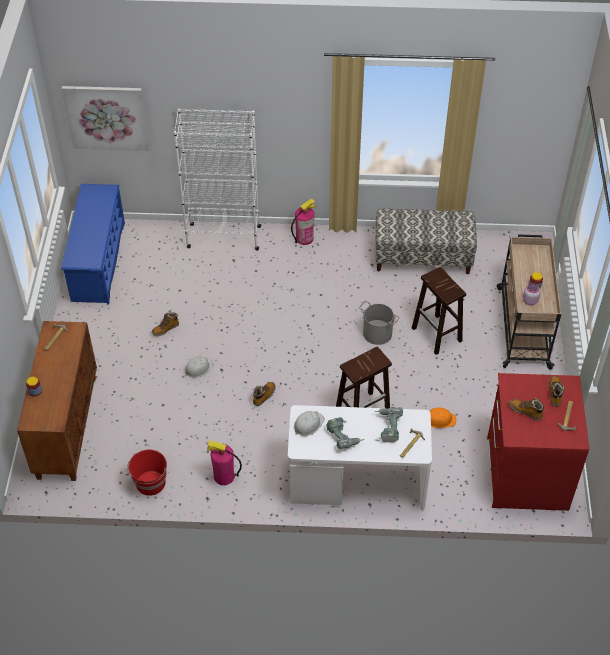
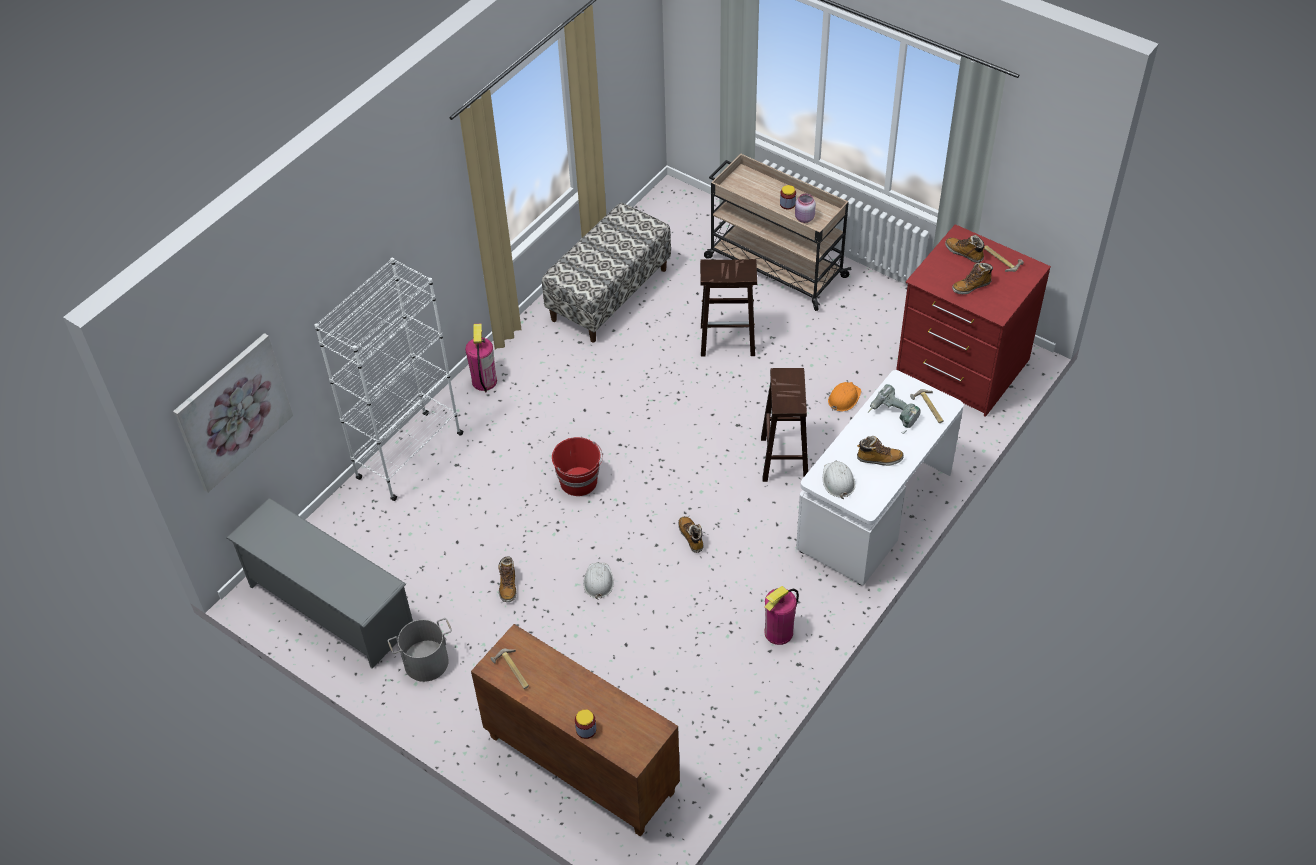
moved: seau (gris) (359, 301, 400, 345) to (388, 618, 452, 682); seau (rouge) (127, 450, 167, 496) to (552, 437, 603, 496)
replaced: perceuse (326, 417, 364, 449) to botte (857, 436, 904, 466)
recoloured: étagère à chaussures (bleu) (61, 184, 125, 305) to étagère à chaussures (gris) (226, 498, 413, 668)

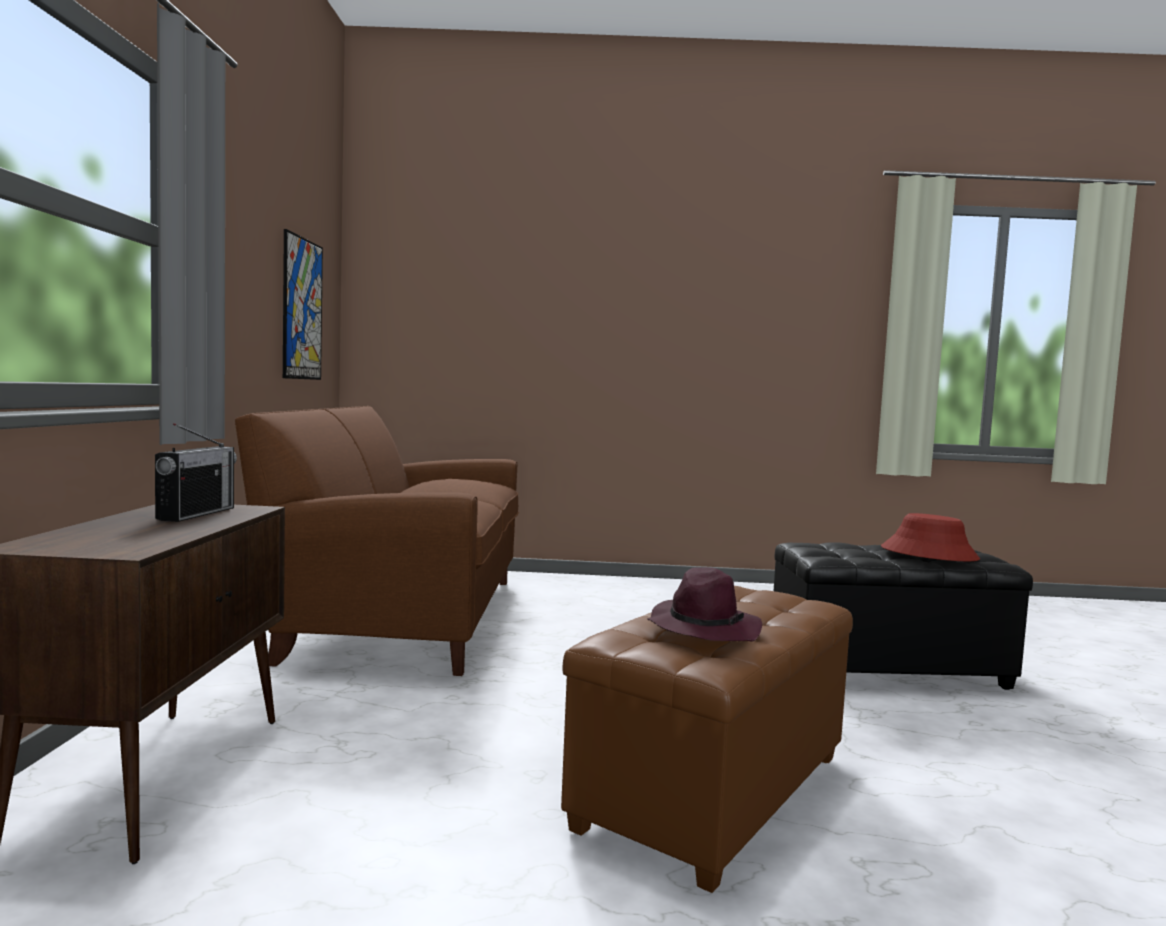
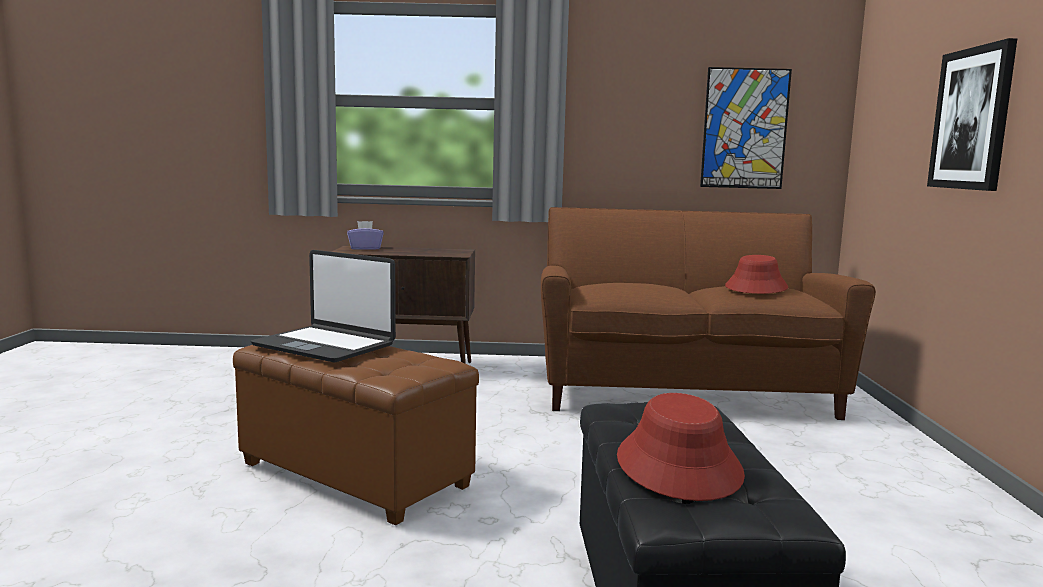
removed: radio (155, 423, 237, 522)
added: boîte à mouchoirs (violet) (347, 221, 384, 250); chapeau (rouge) (725, 255, 788, 294); tableau (927, 38, 1017, 191)
replaced: chapeau (violet) (647, 567, 762, 641) to ordinateur portable (251, 250, 396, 363)

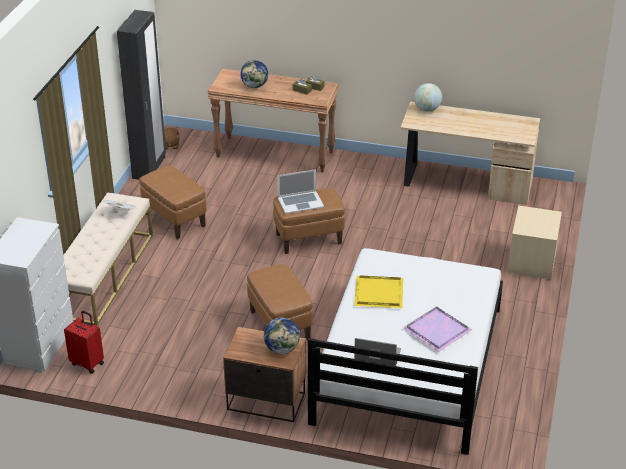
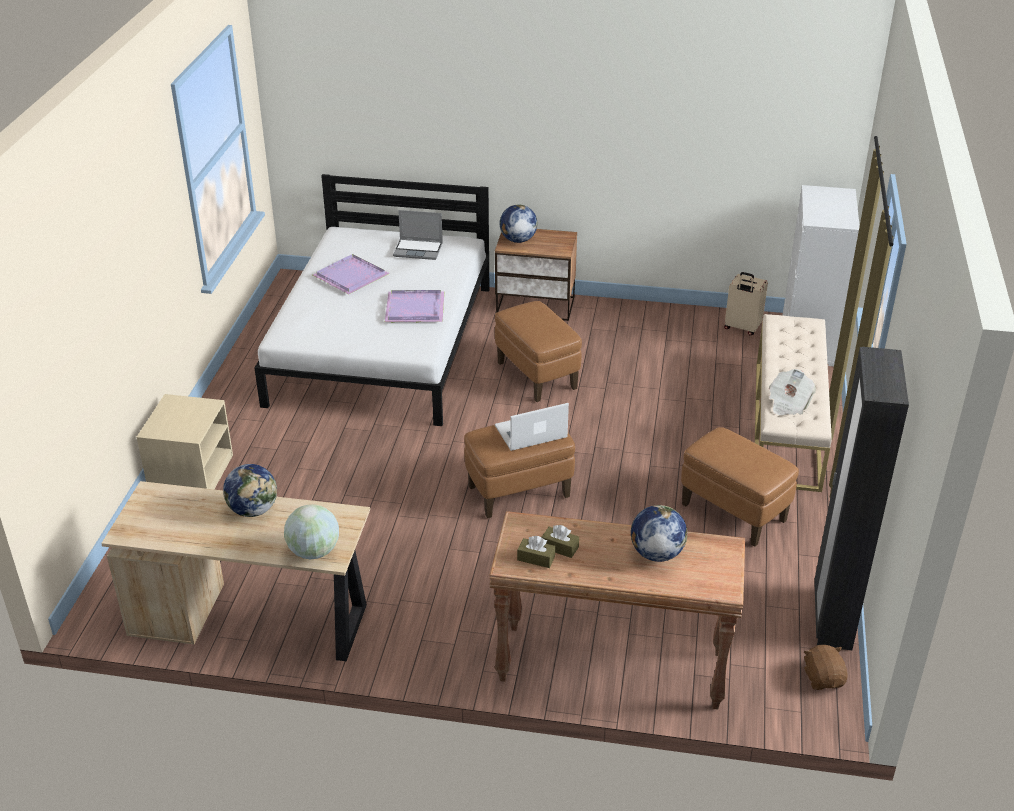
added: globe (223, 464, 277, 517)
recoloured: plateau (jaune) (354, 275, 403, 308) to plateau (violet) (385, 290, 444, 322); valise (rouge) (64, 311, 104, 374) to valise (beige) (724, 272, 768, 335)

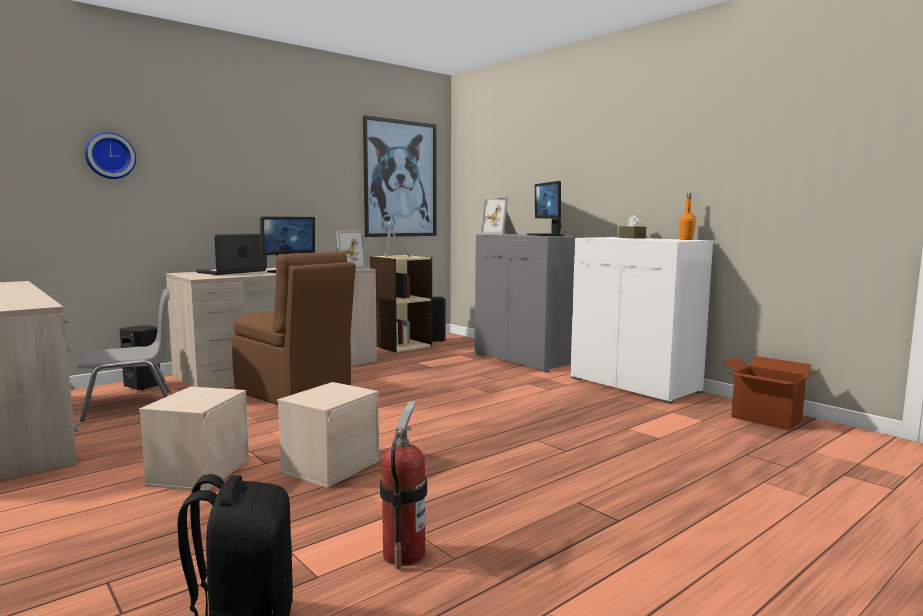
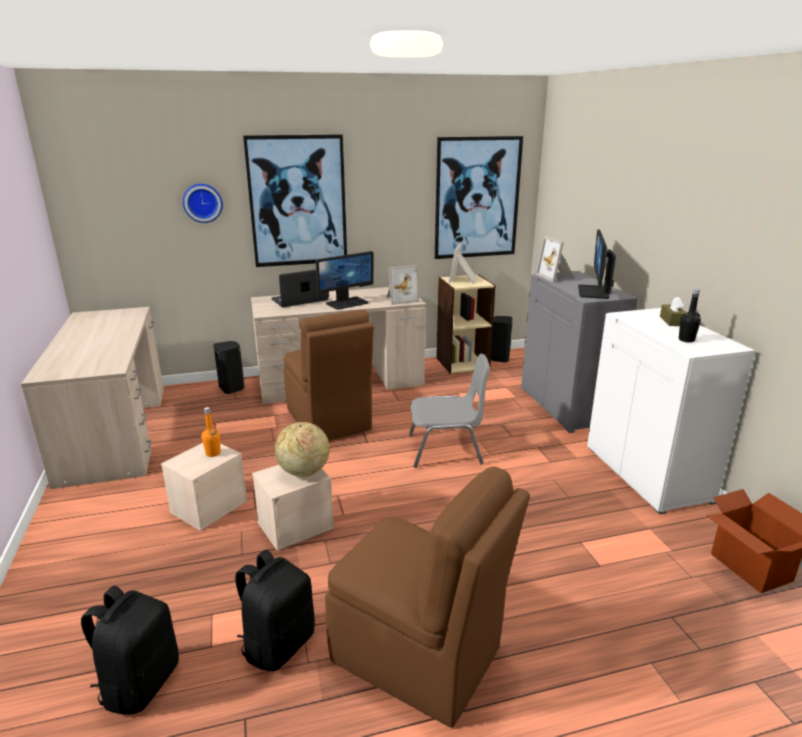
added: tableau (243, 134, 347, 267); globe (275, 422, 330, 477); chaise (marron) (325, 467, 530, 728); bouteille (noir) (679, 288, 701, 343)
moved: bouteille (orange) (679, 193, 696, 240) to (201, 407, 221, 457); chaise (gris) (78, 289, 170, 422) to (409, 353, 490, 468)
replaced: extincteur (380, 401, 427, 569) to sac à dos (noir) (235, 549, 315, 671)

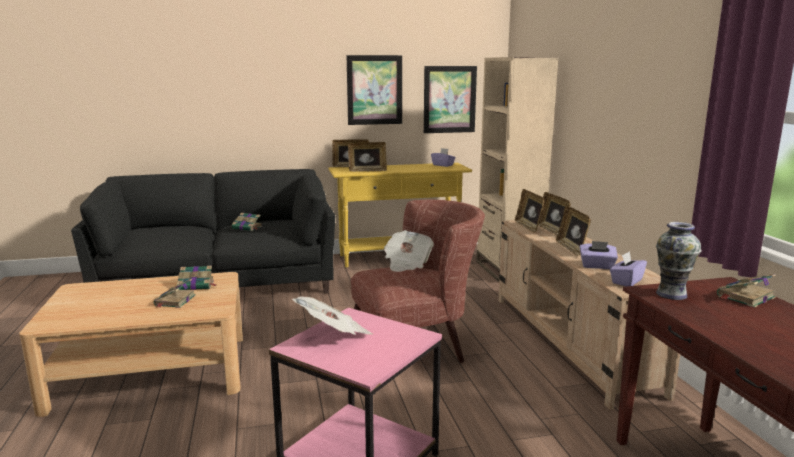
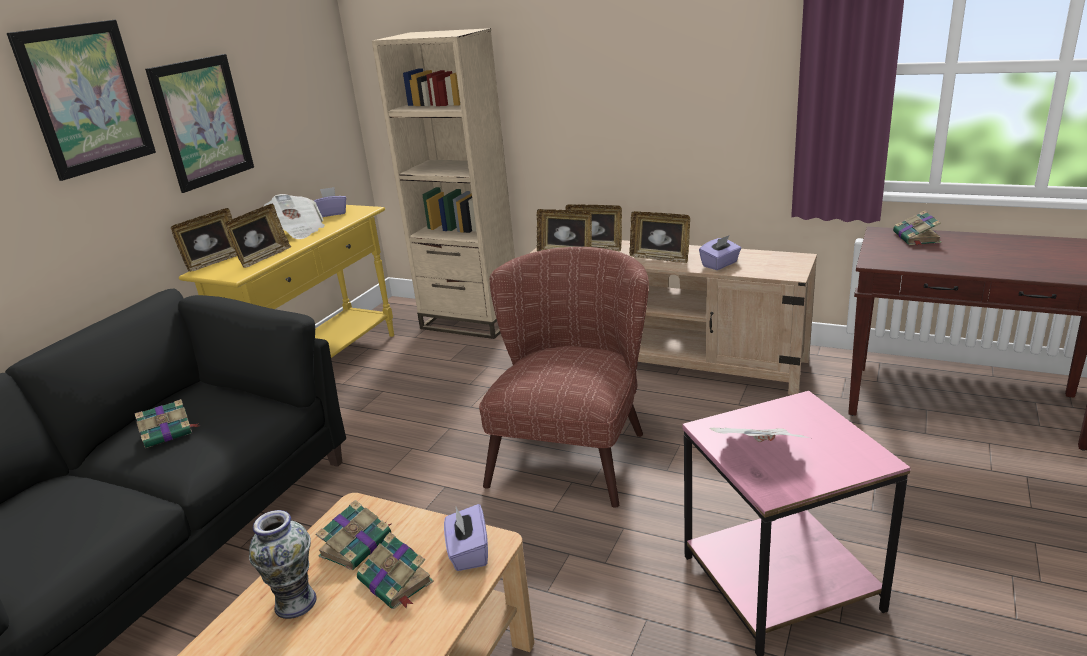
moved: tableau (424, 66, 477, 133) to (7, 19, 156, 181); vase (656, 222, 702, 300) to (249, 510, 317, 619); journal (384, 230, 434, 272) to (263, 194, 325, 239); boîte à mouchoirs (violet) (610, 251, 647, 286) to (444, 504, 488, 571)

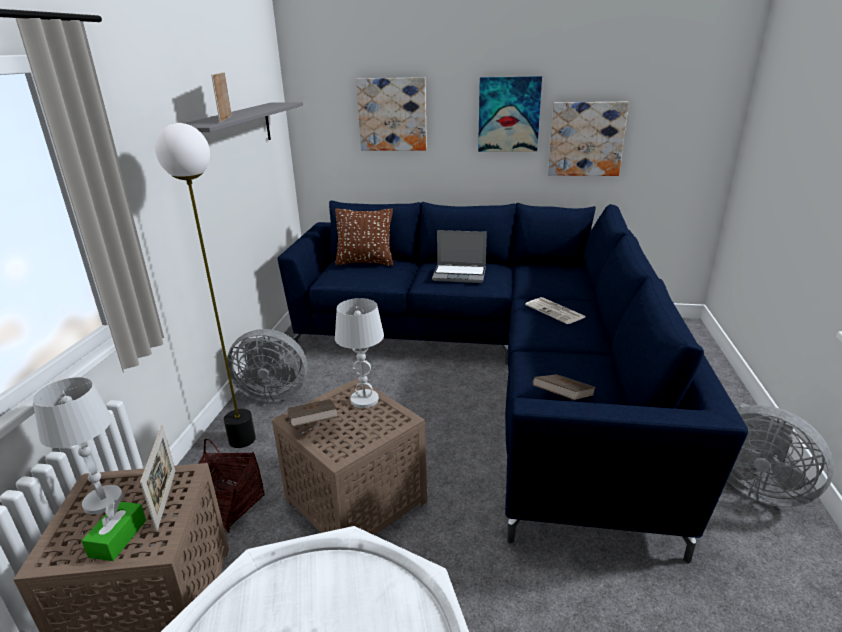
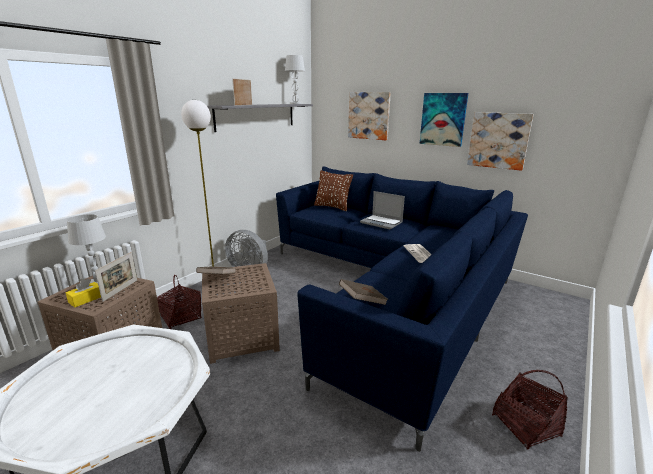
moved: lampe de table (blanc) (335, 298, 384, 408) to (285, 55, 305, 104)
replaced: ventilateur (gris) (727, 403, 834, 507) to panier (492, 370, 568, 450)
recoloured: boîte à mouchoirs (vert) (82, 500, 146, 561) to boîte à mouchoirs (jaune) (66, 279, 101, 307)

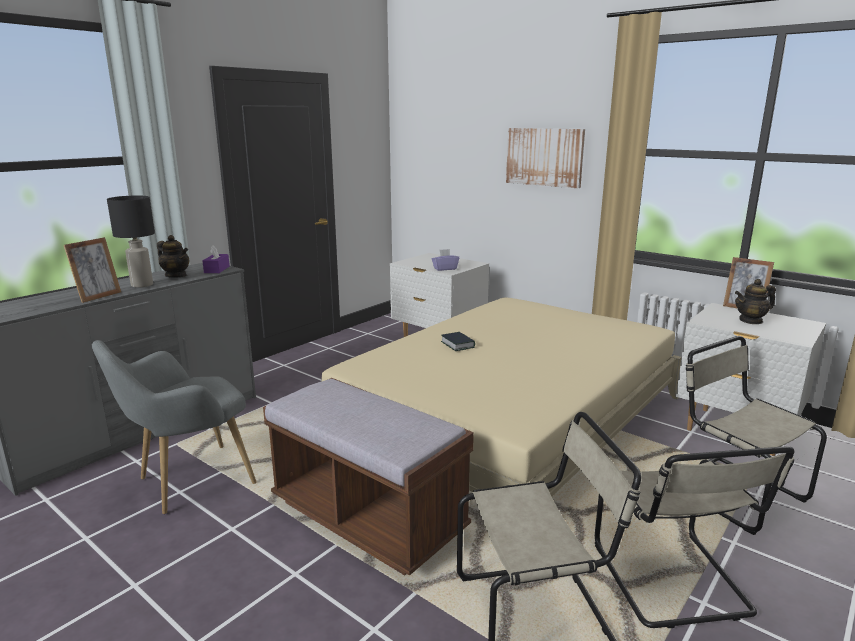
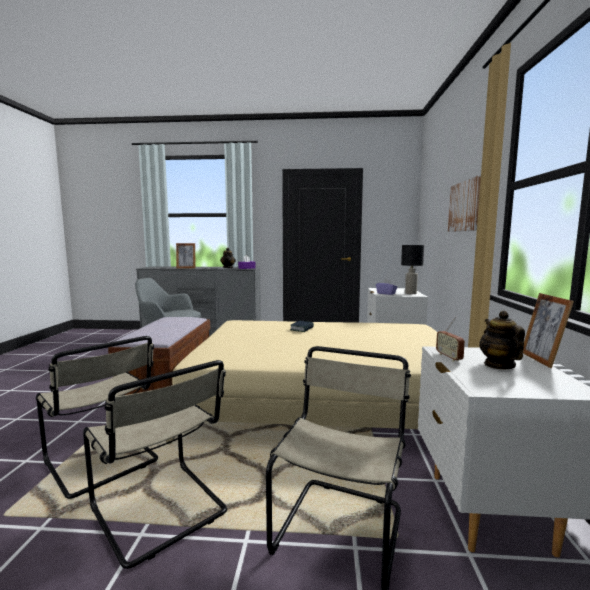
added: radio (436, 317, 465, 362)
moved: lampe de table (noir) (107, 195, 155, 288) to (401, 245, 424, 294)
turned: chaise (beige) (595, 446, 794, 628) = (83, 360, 227, 569) 90 degrees counterclockwise; théière (735, 279, 776, 324) = (479, 310, 525, 369) 45 degrees clockwise

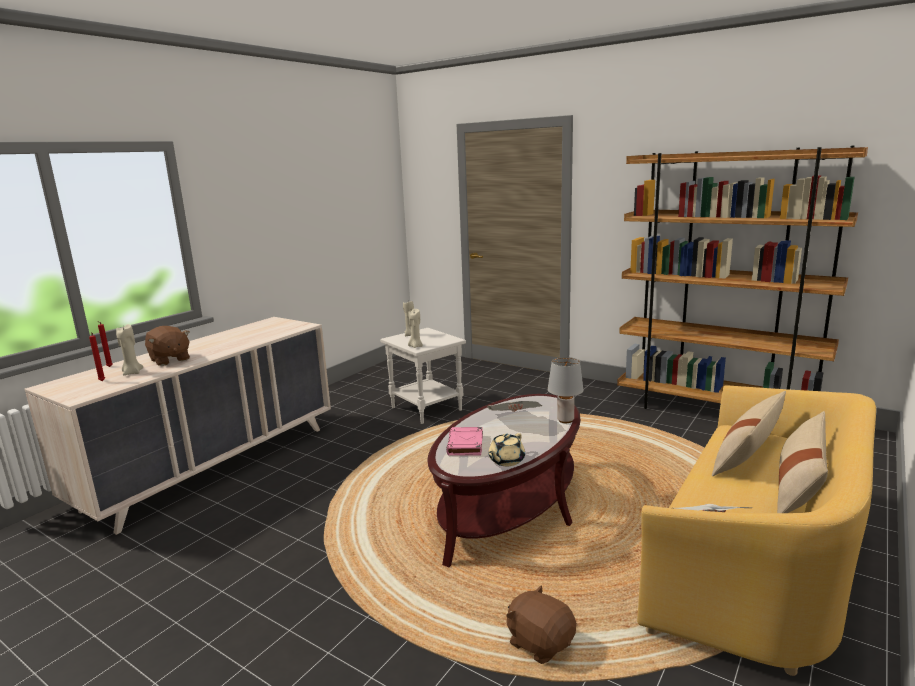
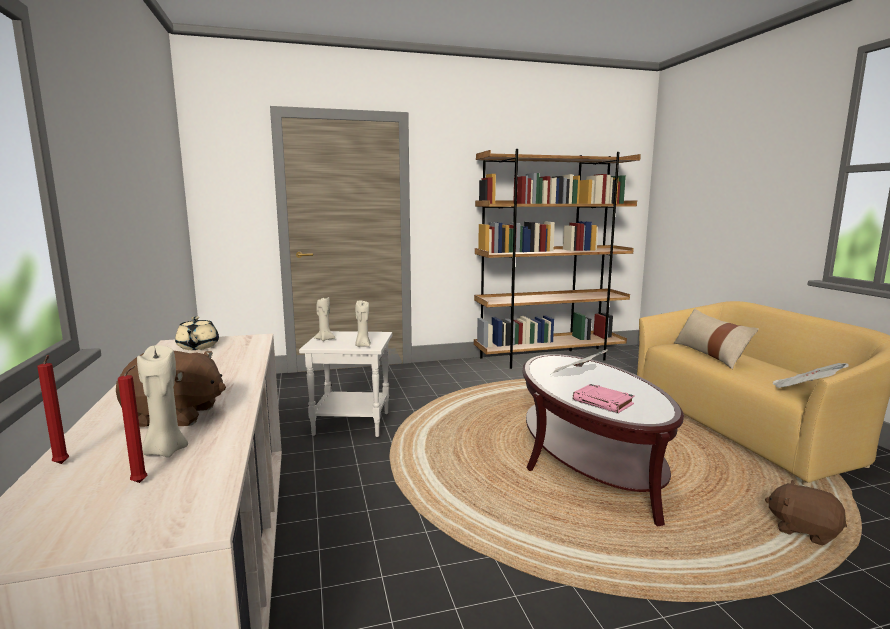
removed: lampe de table (gris) (548, 357, 583, 423); coussin (beige) (777, 411, 828, 513)
moved: théière (beige) (488, 433, 525, 466) to (175, 316, 219, 350)
turned: peluche (marron) (506, 586, 576, 664) = (765, 480, 847, 545) 45 degrees clockwise

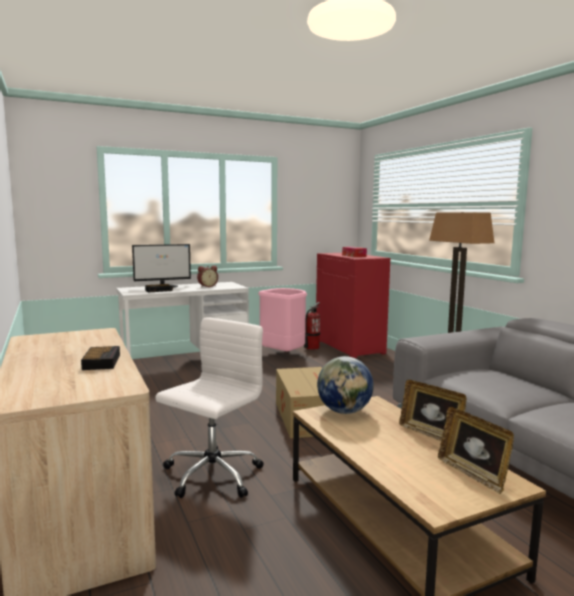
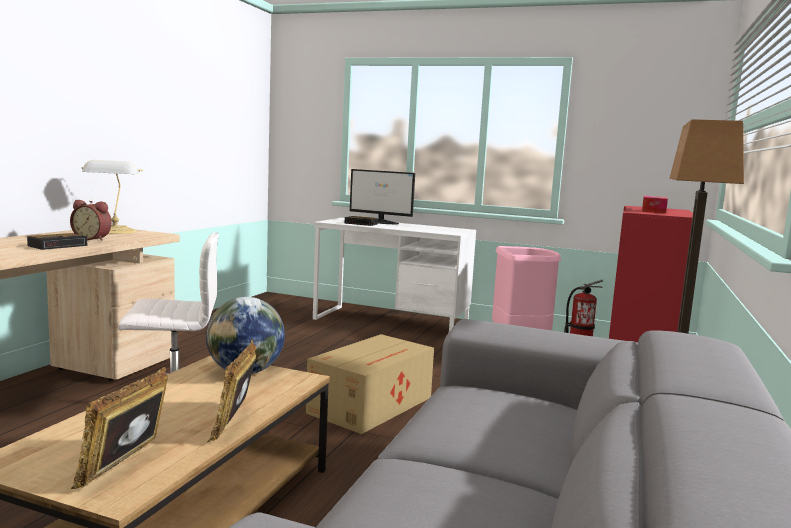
added: lampe de table (82, 160, 143, 234)
moved: réveil (197, 265, 218, 287) to (70, 200, 112, 241)

